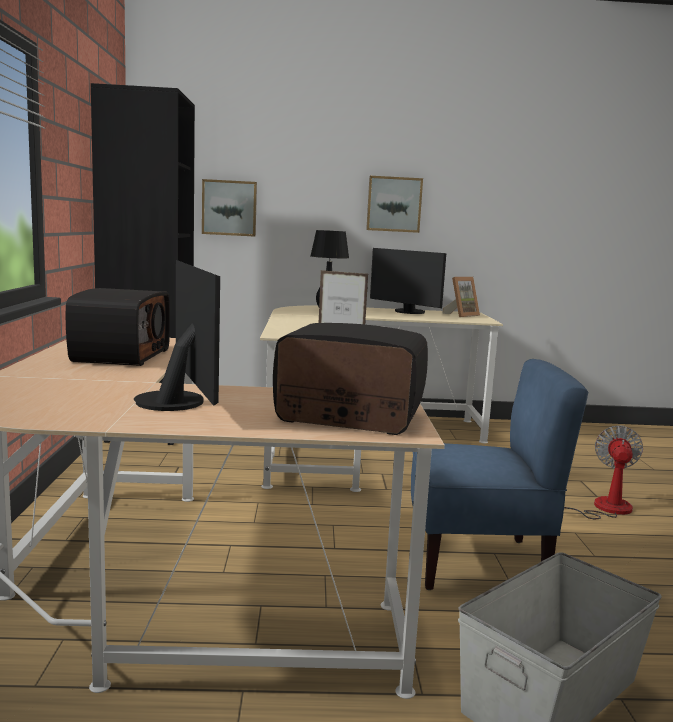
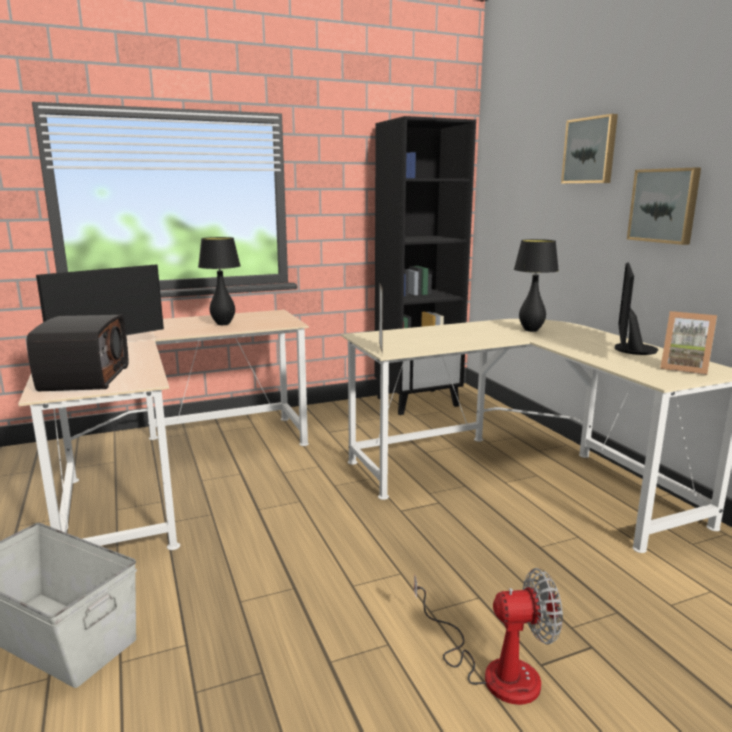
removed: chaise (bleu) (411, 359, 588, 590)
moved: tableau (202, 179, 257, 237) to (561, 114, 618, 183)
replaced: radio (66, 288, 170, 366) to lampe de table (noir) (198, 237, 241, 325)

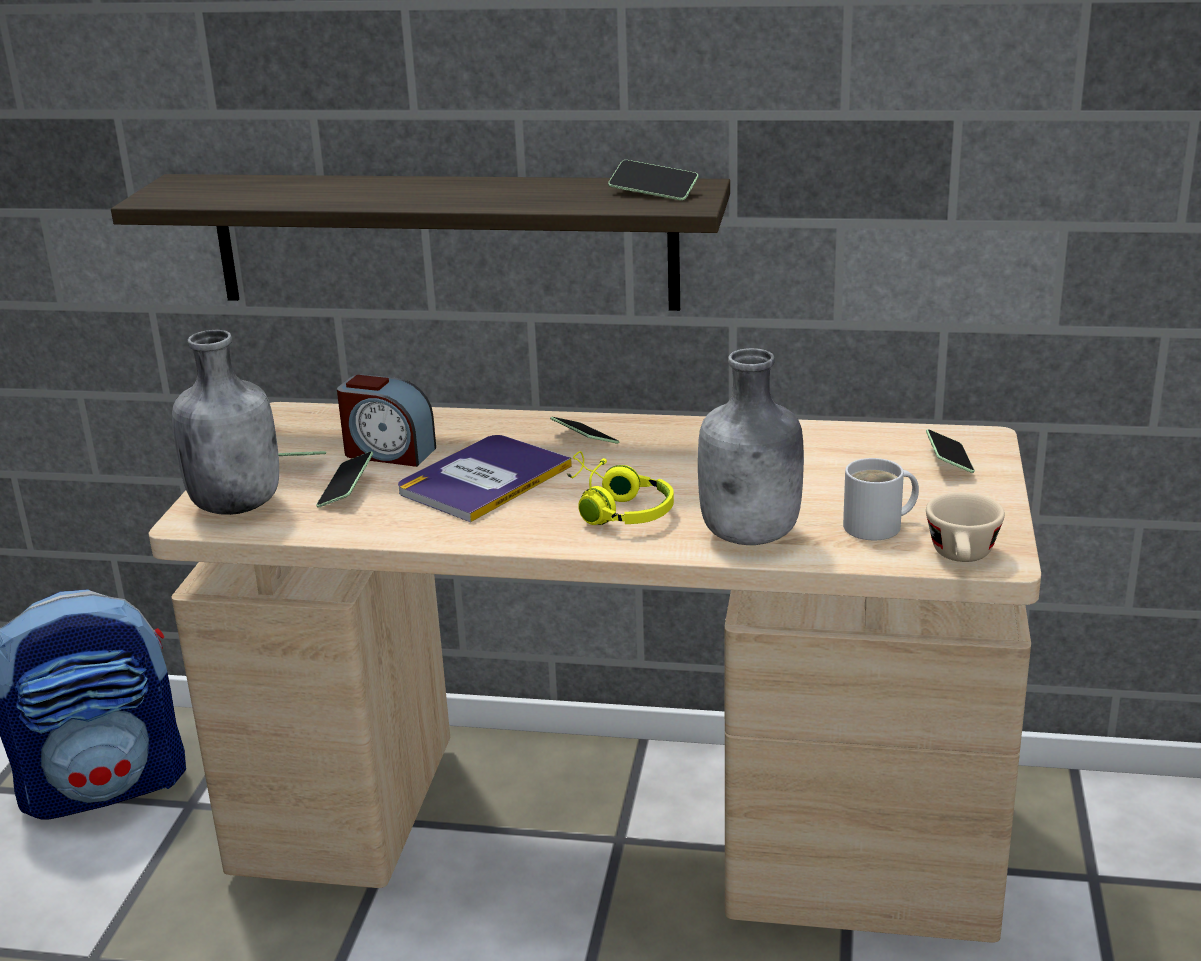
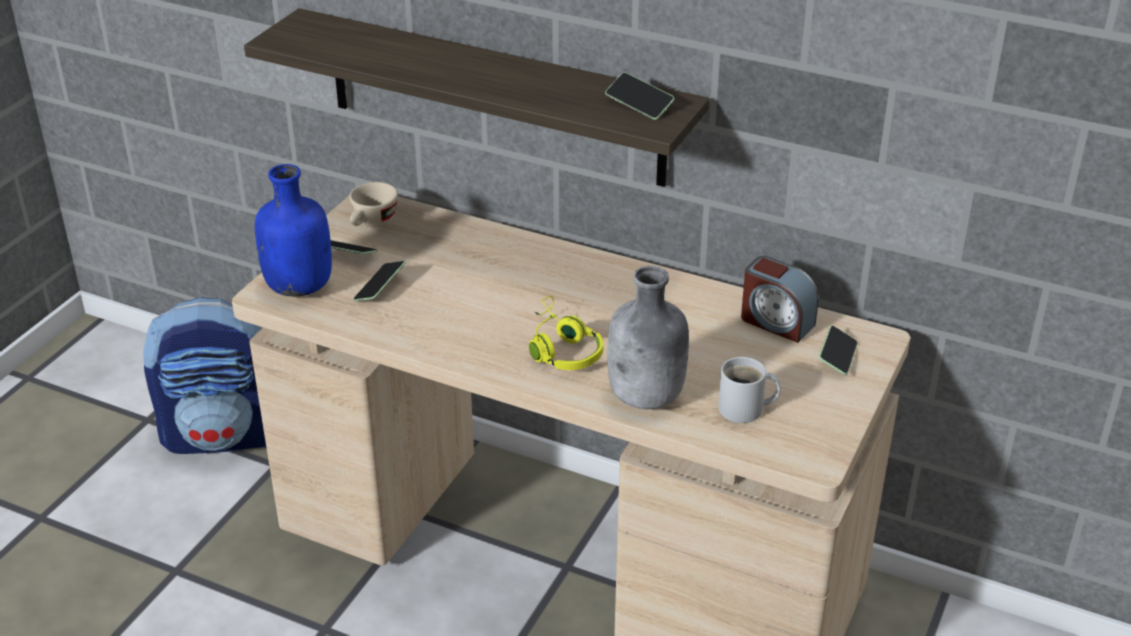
removed: livre (398, 435, 572, 522); téléphone (550, 417, 619, 444)
moved: tasse (beige) (926, 492, 1005, 562) to (349, 182, 398, 227); réveil (337, 374, 436, 467) to (741, 256, 819, 343)
recoloured: bouteille (gris) (172, 330, 279, 515) to bouteille (bleu) (255, 164, 332, 297)

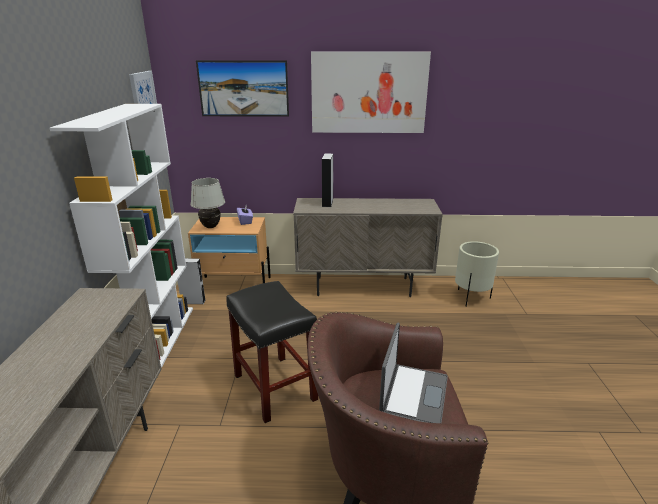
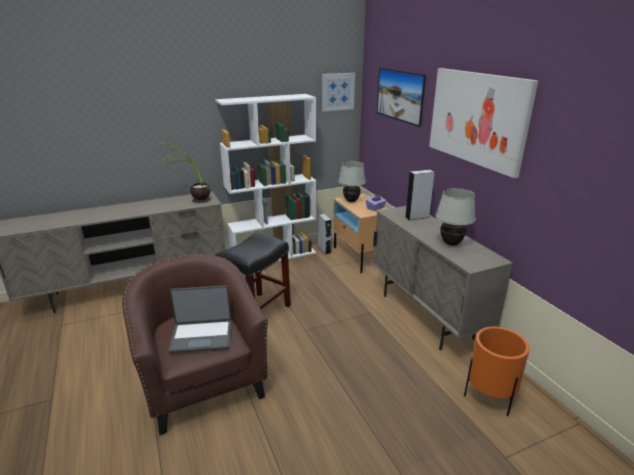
added: plante en pot (154, 140, 211, 203); lampe de table (blanc) (435, 188, 476, 246)
recoloured: cache-pot (beige) (455, 241, 499, 307) to cache-pot (orange) (464, 327, 530, 416)

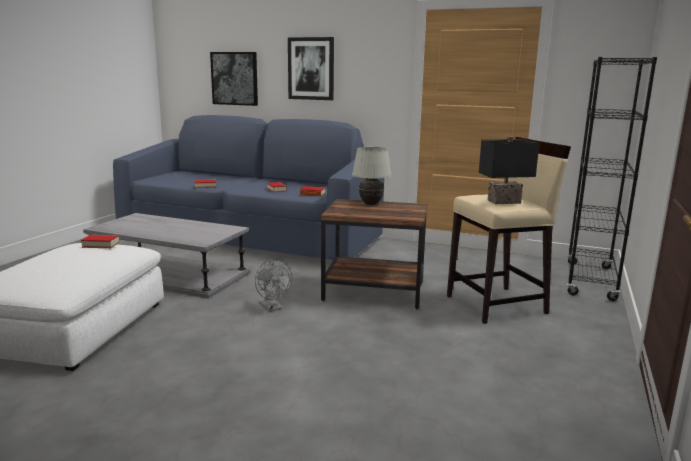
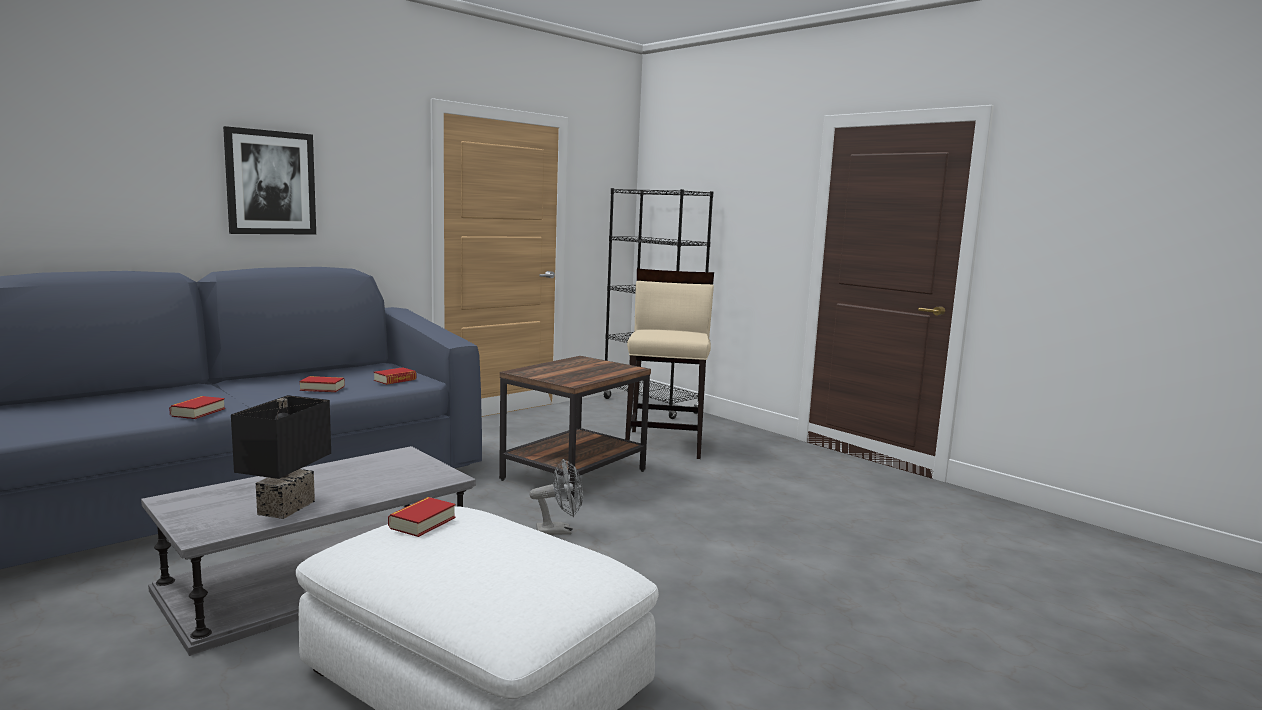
removed: tableau (210, 52, 258, 106); lampe de table (blanc) (352, 147, 392, 205)
moved: lampe de table (noir) (479, 136, 539, 204) to (231, 395, 331, 519)

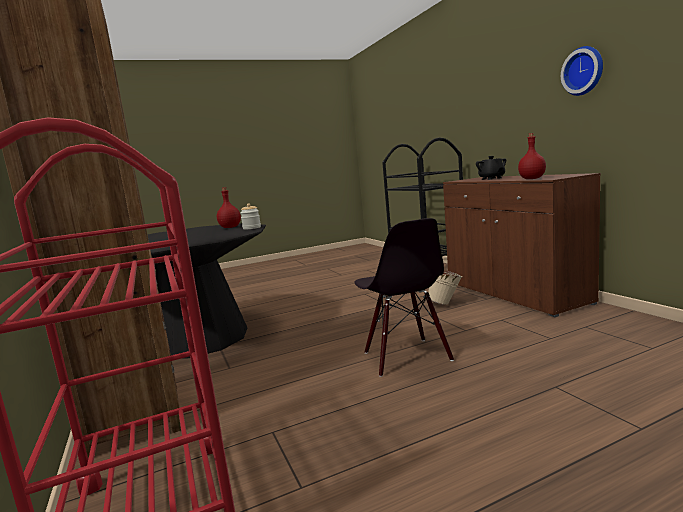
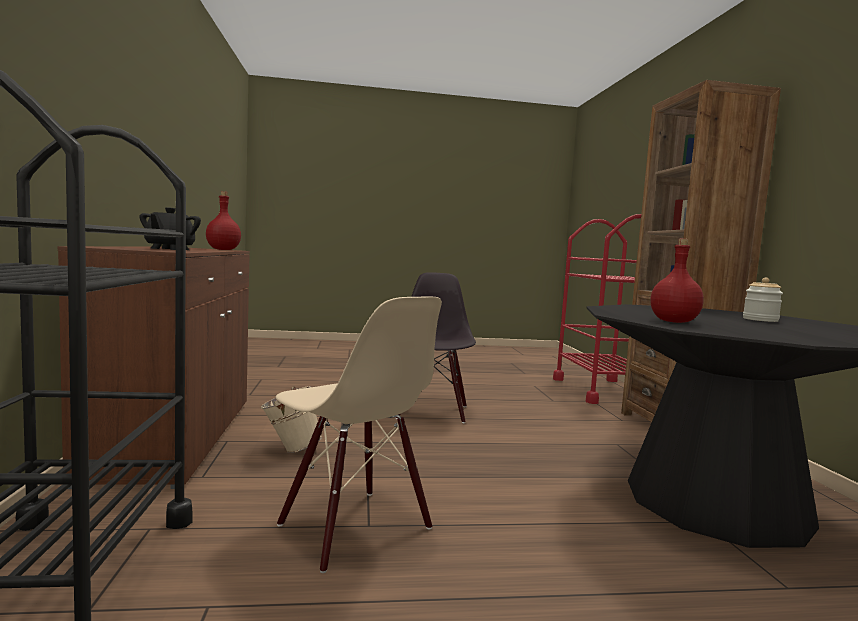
removed: horloge murale (561, 46, 603, 96)
added: chaise (beige) (276, 296, 442, 573)
moved: bocal (240, 203, 261, 229) to (743, 277, 783, 322)

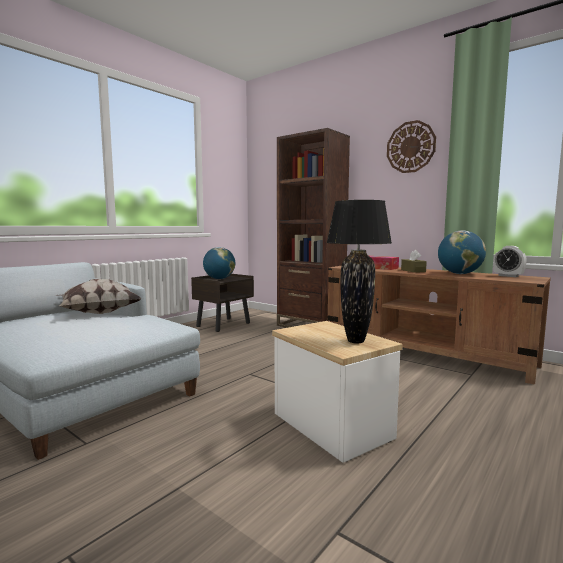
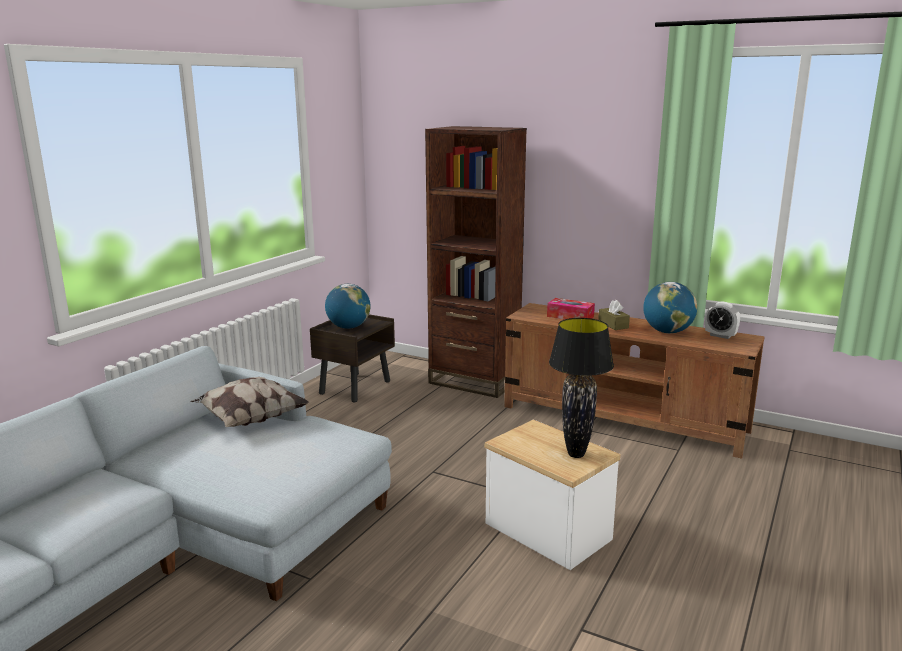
removed: horloge murale (387, 120, 436, 173)

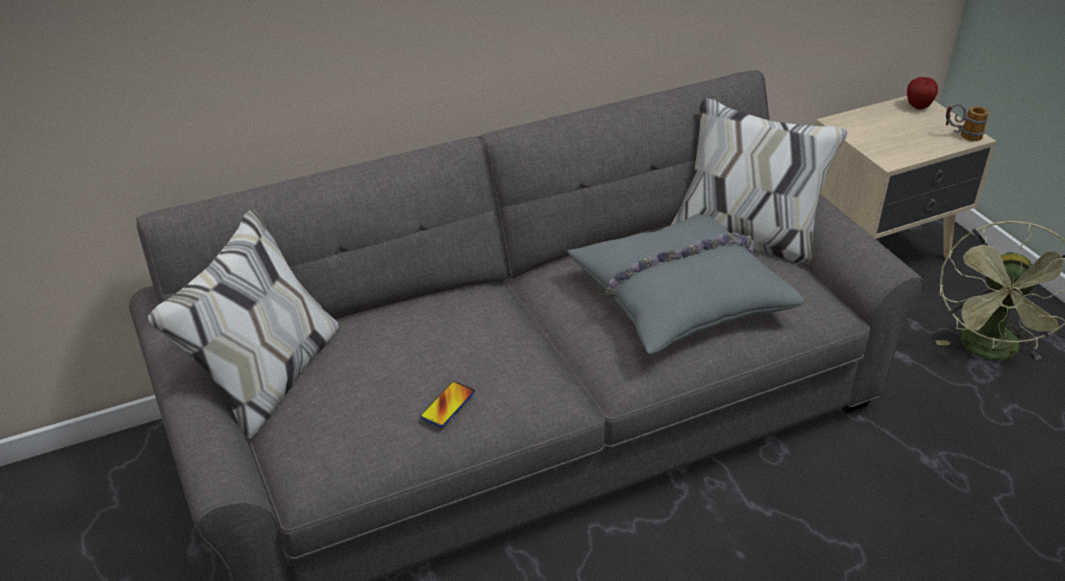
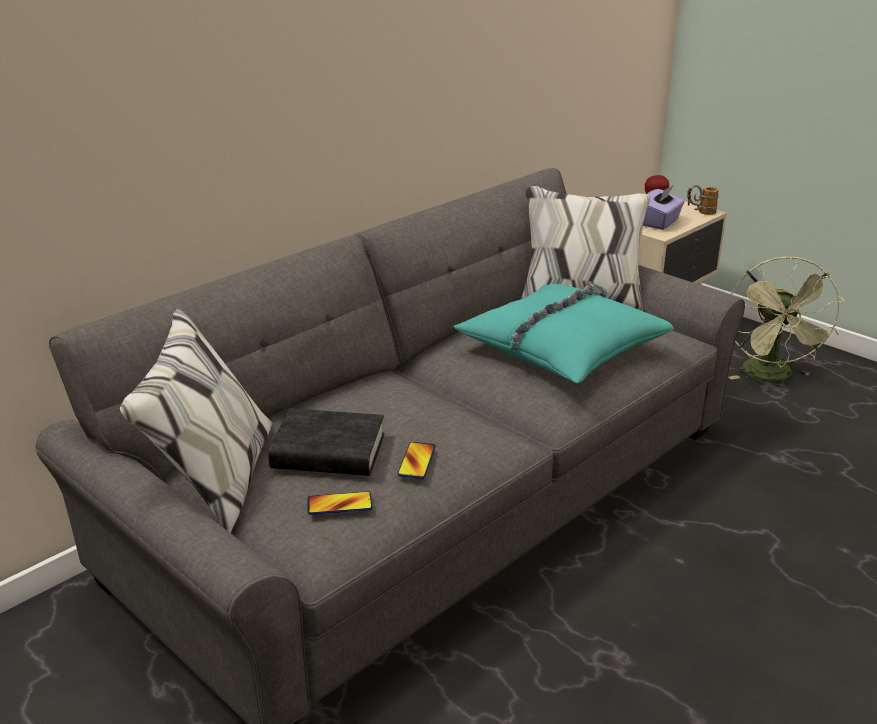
added: livre (noir) (268, 408, 384, 476); téléphone (307, 491, 372, 515); boîte à mouchoirs (violet) (643, 185, 685, 230)
recoloured: coussin (gris) (567, 214, 805, 354) to coussin (turquoise) (453, 284, 674, 384)

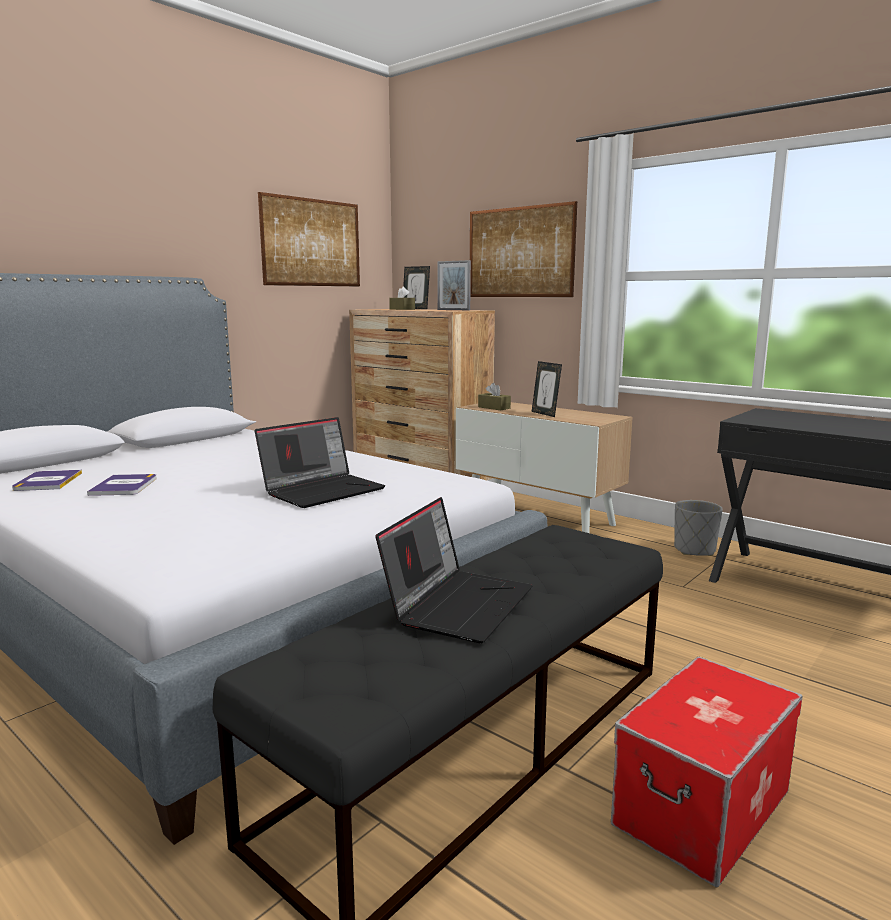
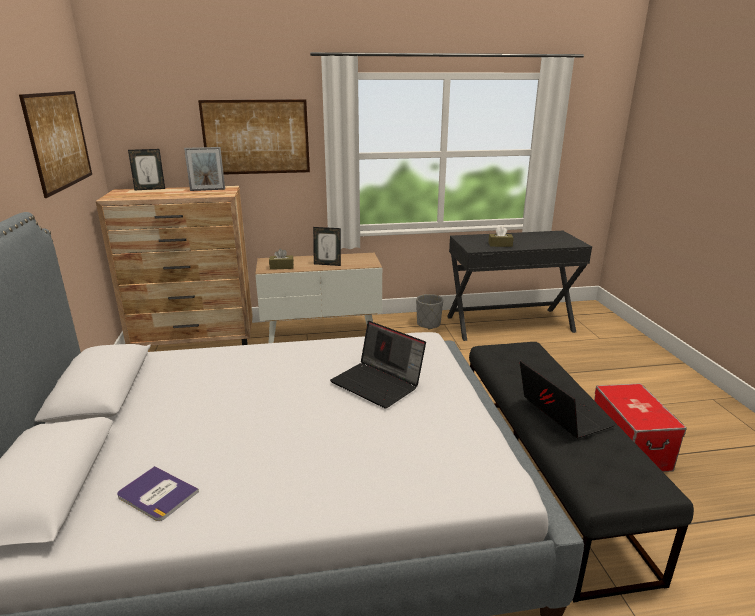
removed: livre (87, 474, 157, 496)
moved: boîte à mouchoirs (marron) (389, 287, 415, 310) to (488, 226, 514, 247)
turned: ordinateur portable (255, 417, 385, 508) = (330, 321, 426, 408) 135 degrees clockwise

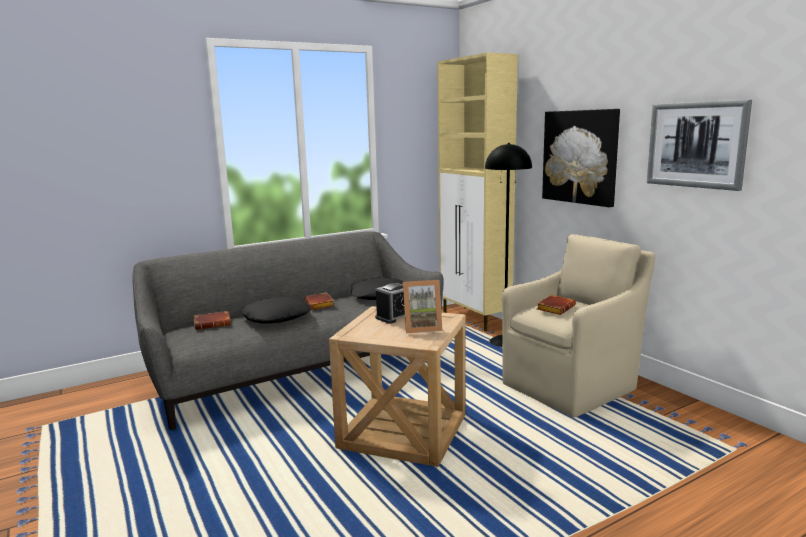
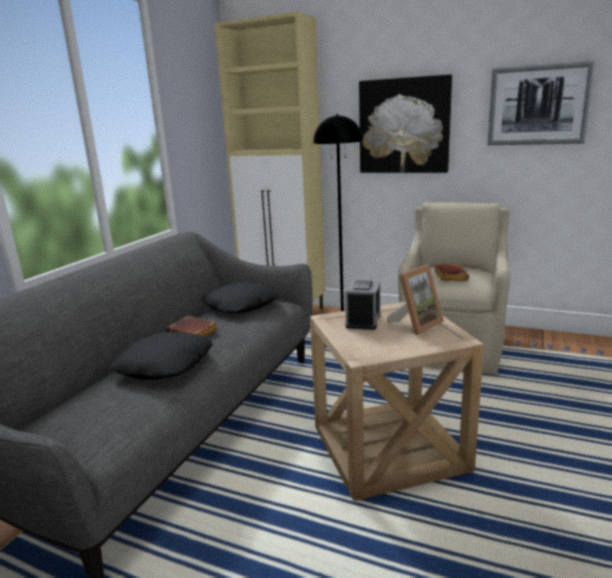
removed: livre (marron) (194, 311, 231, 330)

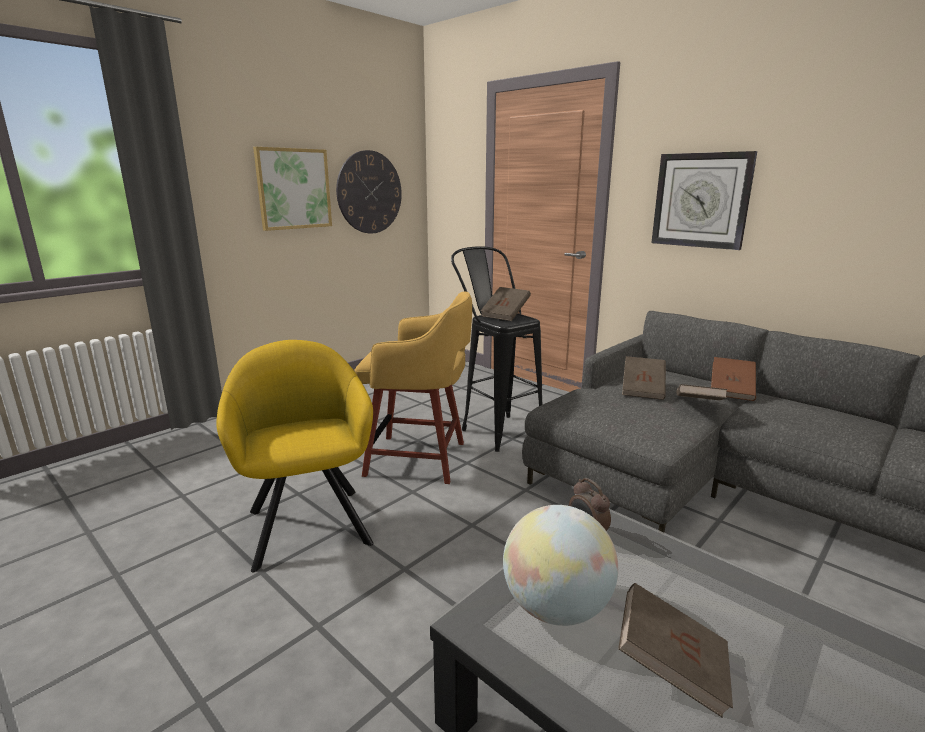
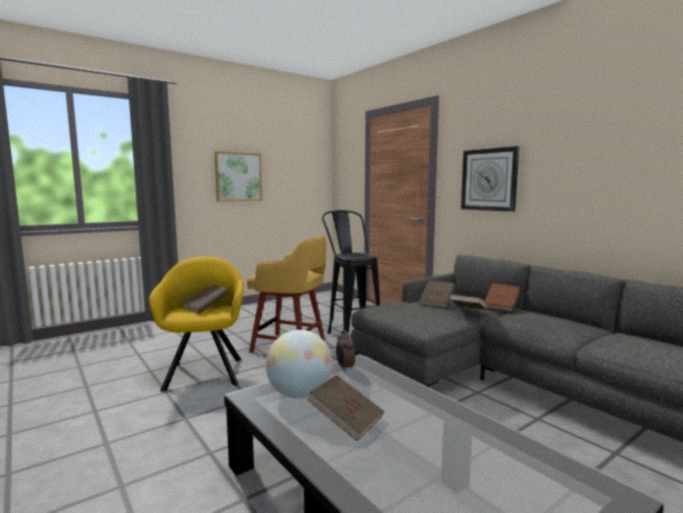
removed: horloge murale (336, 150, 402, 234)
moved: livre (marron) (480, 287, 531, 321) to (183, 285, 229, 314)

